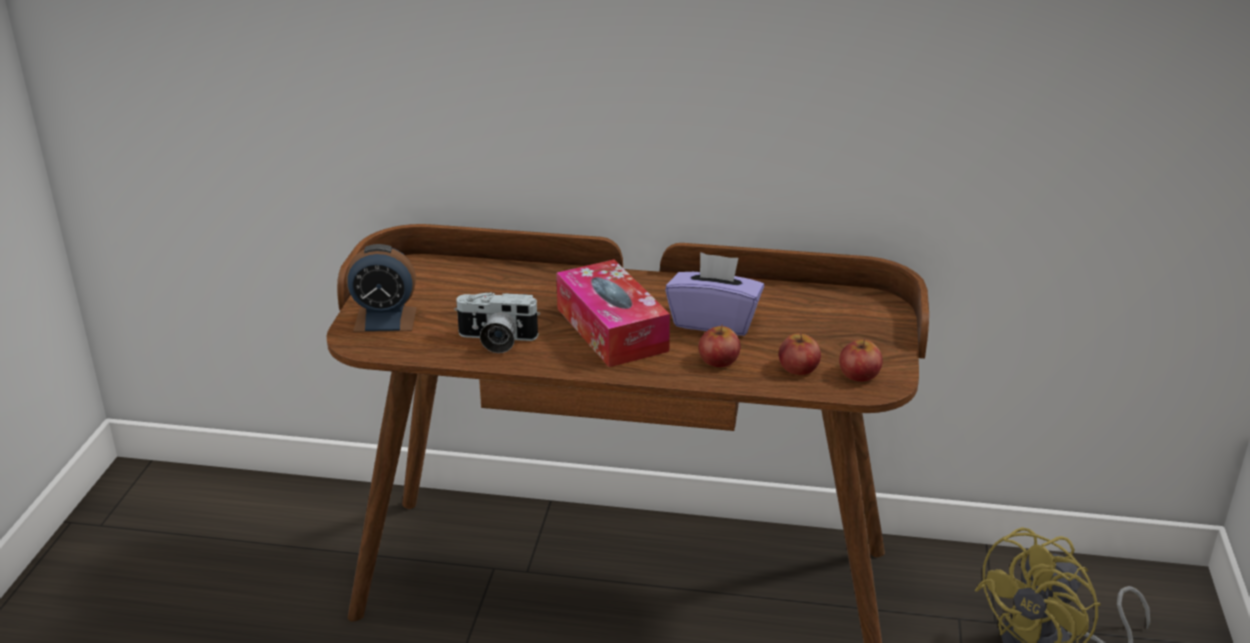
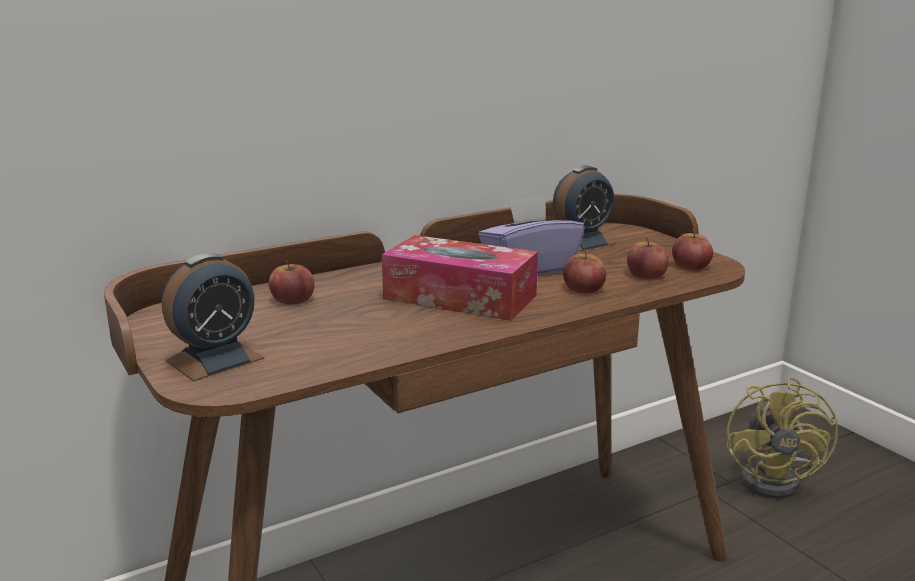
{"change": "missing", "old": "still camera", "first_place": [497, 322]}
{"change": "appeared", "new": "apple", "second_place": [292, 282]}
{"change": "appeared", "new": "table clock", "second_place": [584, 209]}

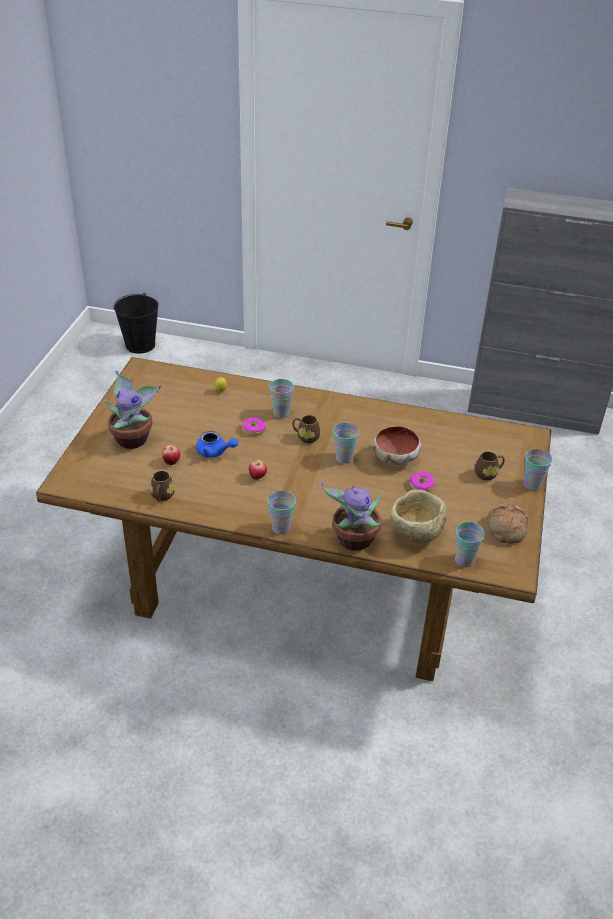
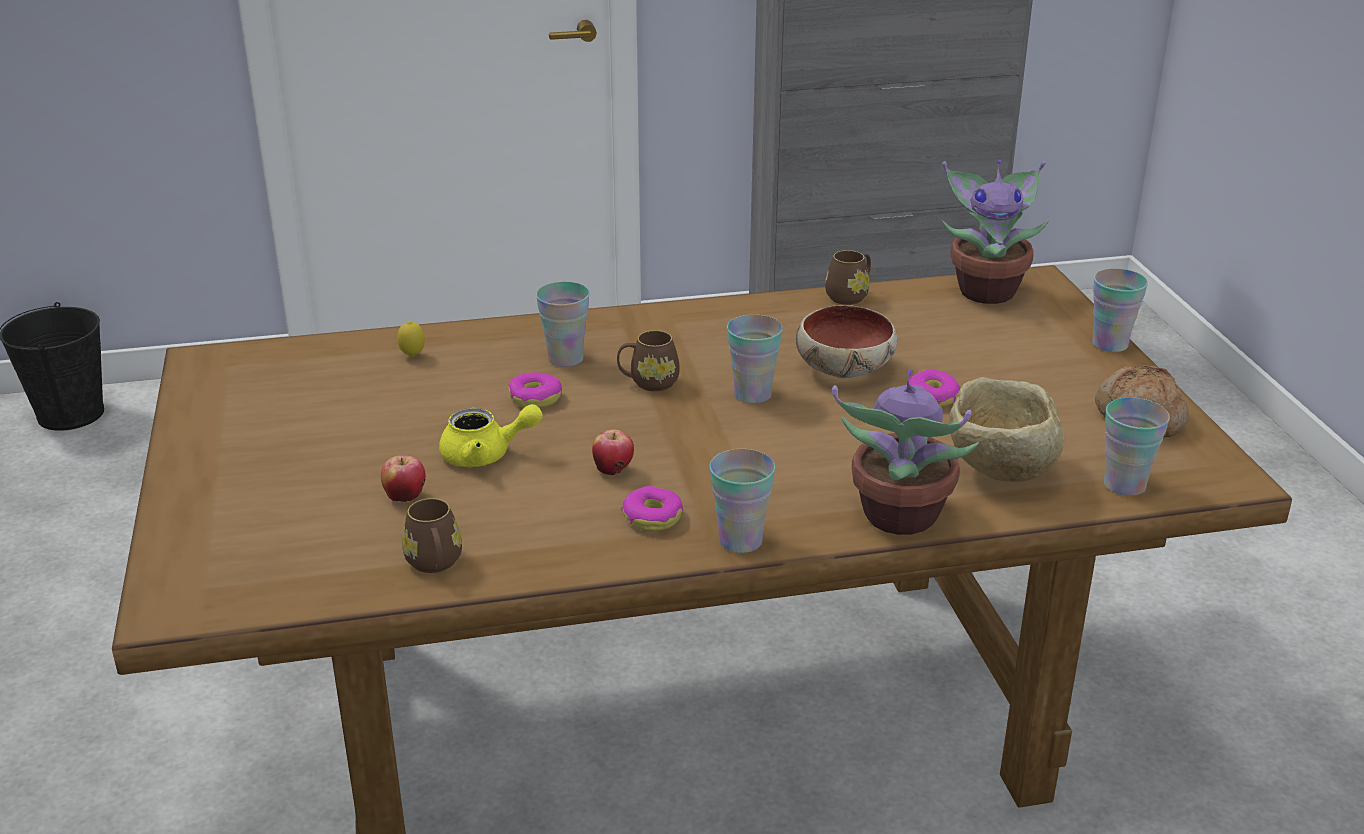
{"change": "relocated", "old": "plant in a pot", "first_place": [133, 409], "second_place": [995, 231]}
{"change": "colour", "old": "bluish pot for tea", "new": "yellowish pot for tea", "first_place": [217, 444], "second_place": [491, 435]}
{"change": "relocated", "old": "brown mug", "first_place": [489, 465], "second_place": [848, 277]}
{"change": "appeared", "new": "doughnut", "second_place": [652, 508]}

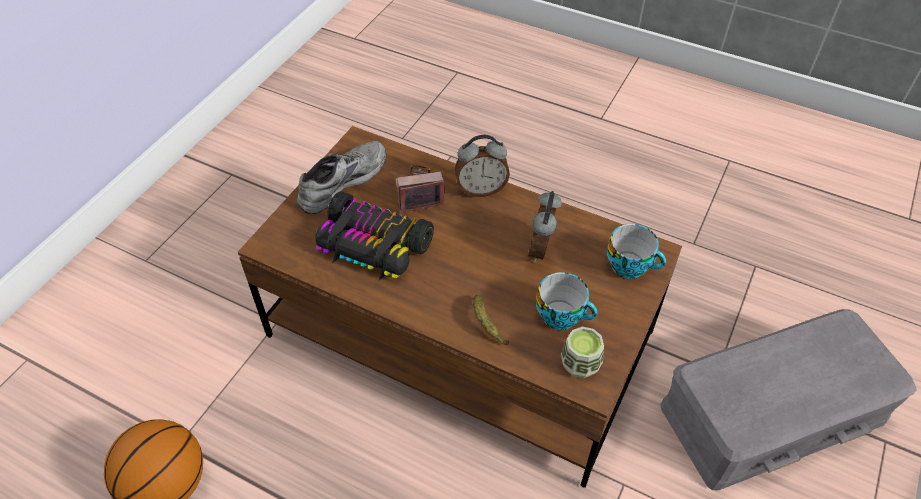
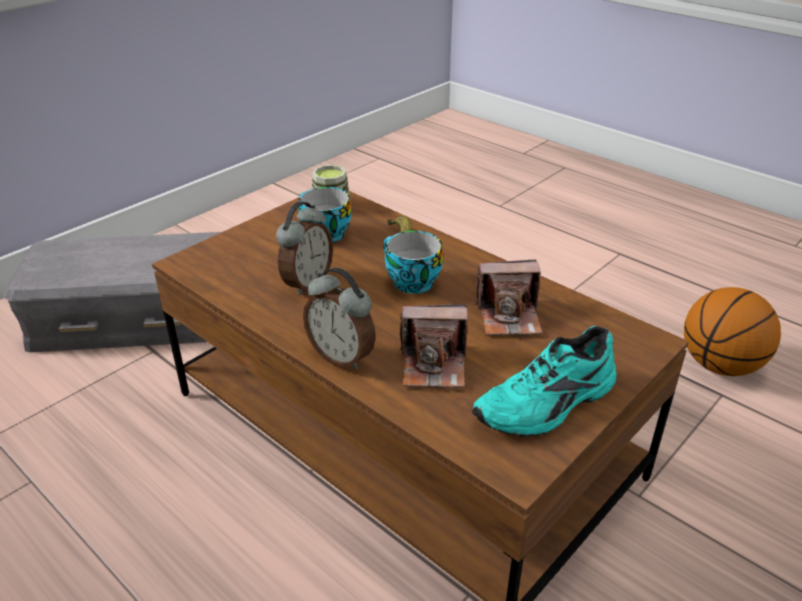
{"change": "colour", "old": "gray shoe", "new": "turquoise shoe", "first_place": [341, 177], "second_place": [544, 380]}
{"change": "exchanged", "old": "toy car", "new": "still camera", "first_place": [374, 236], "second_place": [508, 297]}
{"change": "spun", "old": "table clock", "first_place": [482, 166], "second_place": [339, 318], "degrees": -150}
{"change": "relocated", "old": "drinking cup", "first_place": [636, 251], "second_place": [413, 262]}

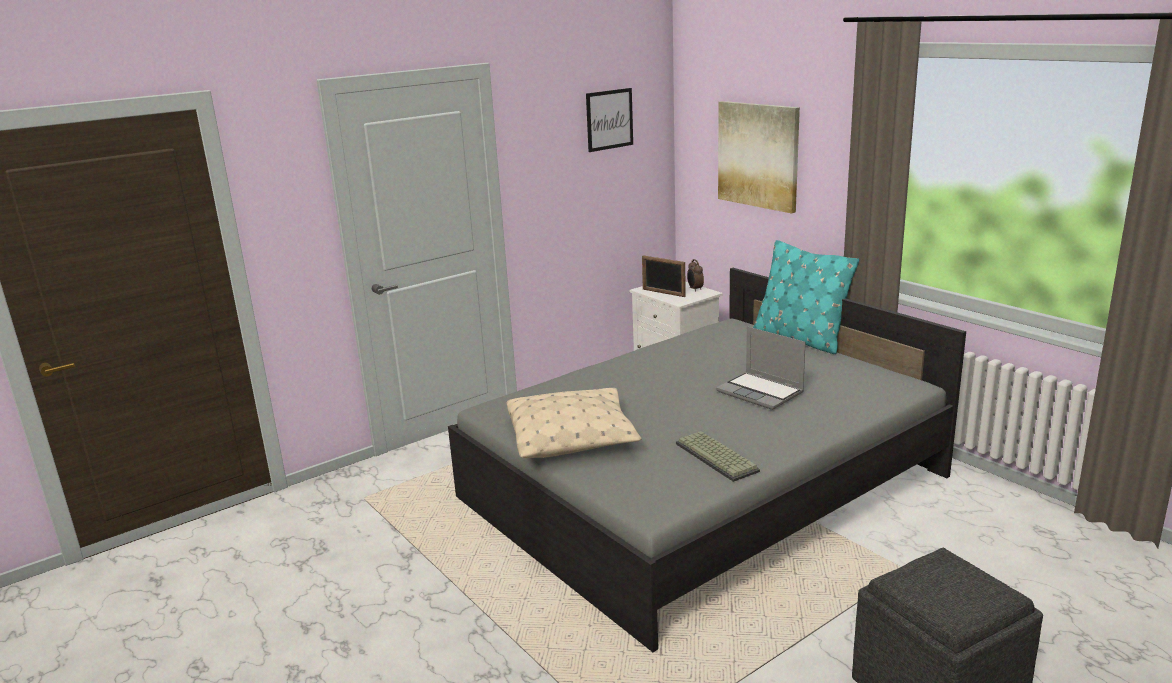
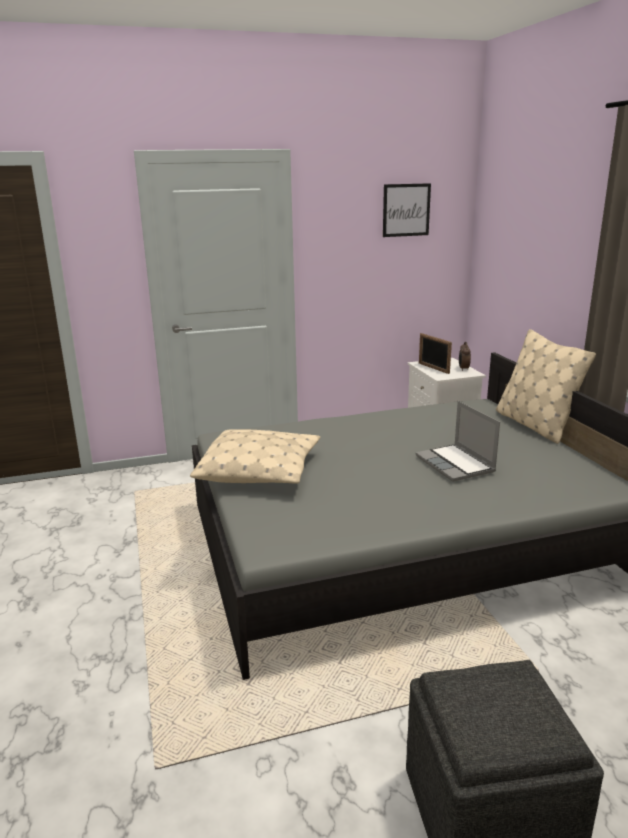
{"change": "missing", "old": "keyboard", "first_place": [718, 456]}
{"change": "missing", "old": "wall picture", "first_place": [759, 157]}
{"change": "colour", "old": "turquoise cushion", "new": "sand-coloured cushion", "first_place": [806, 297], "second_place": [546, 386]}

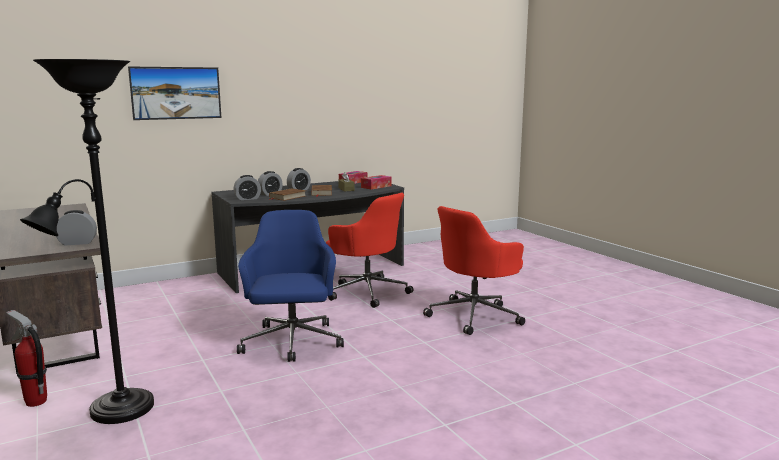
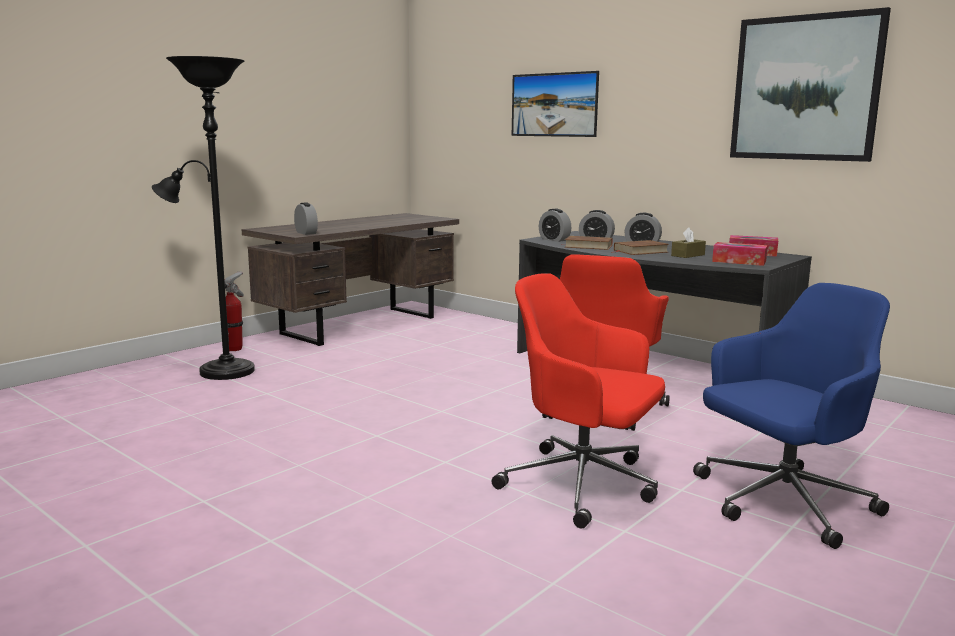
{"change": "relocated", "old": "bluish computer chair", "first_place": [290, 286], "second_place": [791, 416]}
{"change": "appeared", "new": "wall picture", "second_place": [810, 84]}

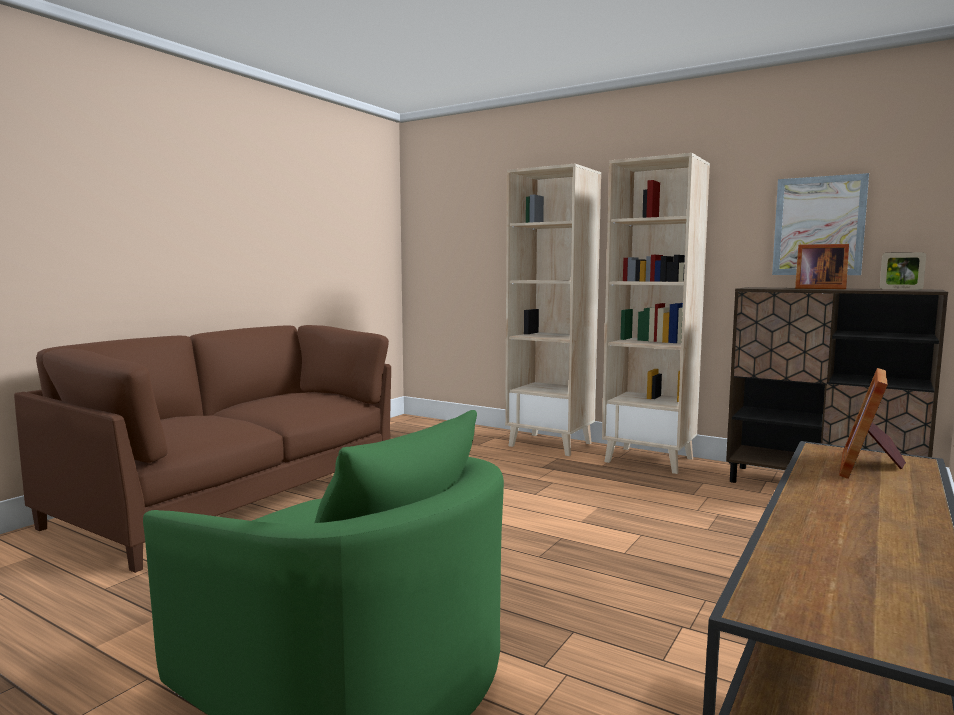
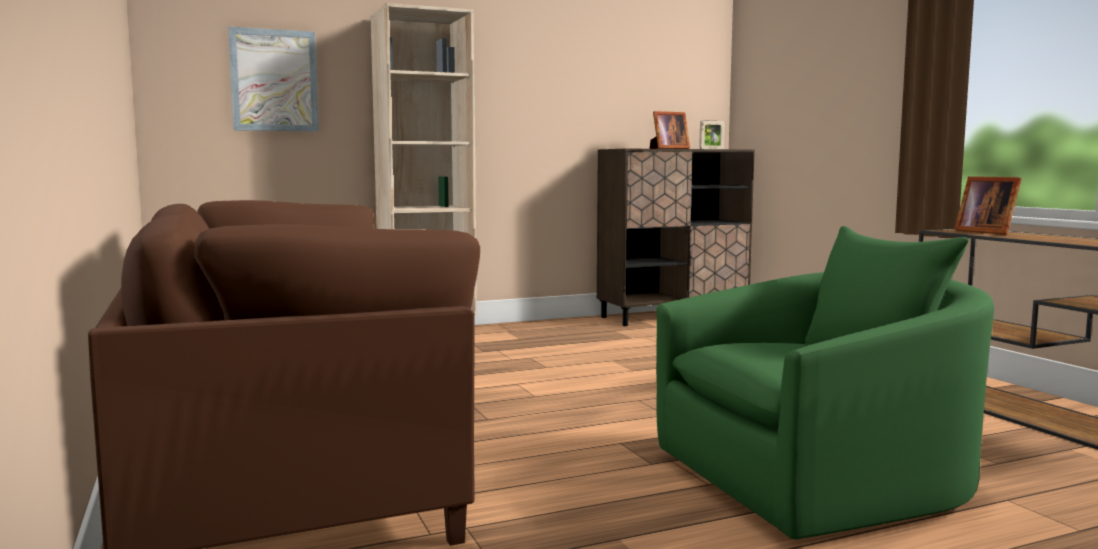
{"change": "missing", "old": "sand-coloured shelving unit", "first_place": [656, 313]}
{"change": "relocated", "old": "wall picture", "first_place": [820, 224], "second_place": [273, 79]}

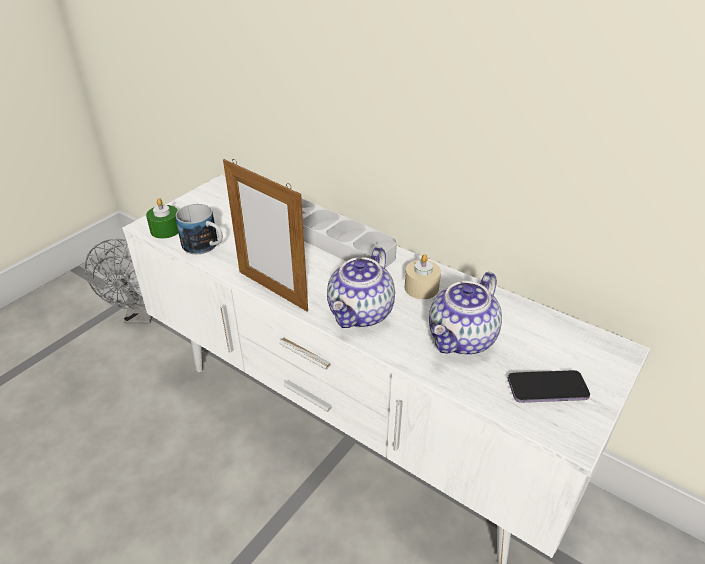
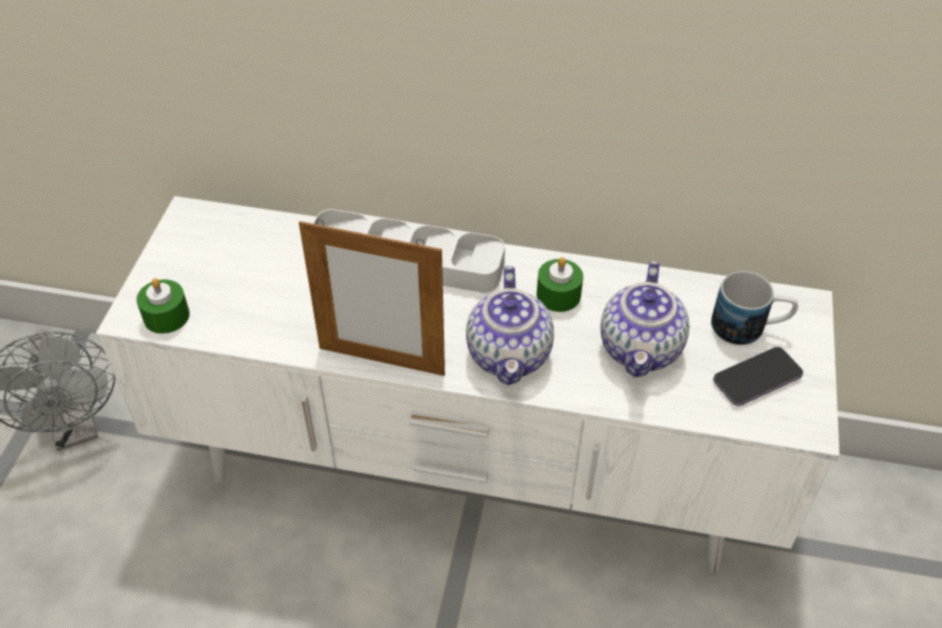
{"change": "relocated", "old": "mug", "first_place": [199, 229], "second_place": [754, 308]}
{"change": "colour", "old": "sand-coloured wax light", "new": "greenish wax light", "first_place": [423, 276], "second_place": [560, 284]}

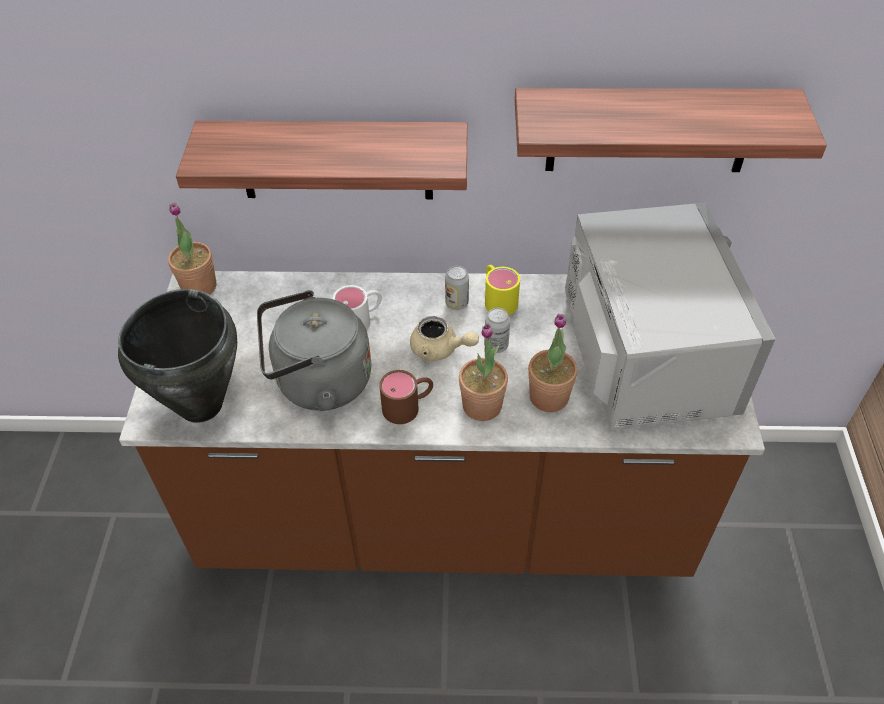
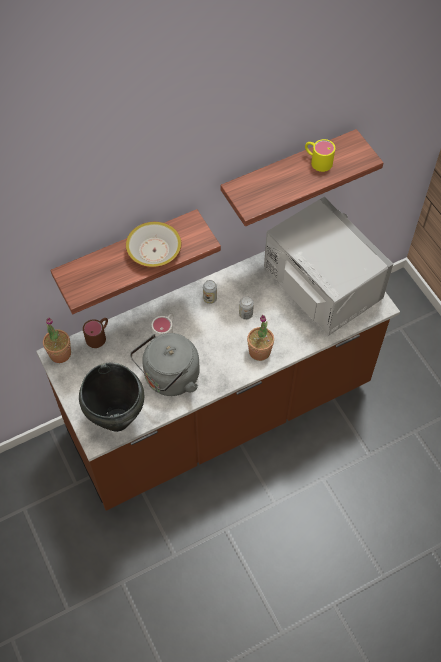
{"change": "relocated", "old": "brown mug", "first_place": [406, 397], "second_place": [95, 333]}
{"change": "missing", "old": "sand-coloured pot for tea", "first_place": [444, 339]}
{"change": "relocated", "old": "yellowish mug", "first_place": [502, 290], "second_place": [320, 155]}
{"change": "missing", "old": "plant in a pot", "first_place": [553, 363]}
{"change": "appeared", "new": "deep dish", "second_place": [154, 245]}

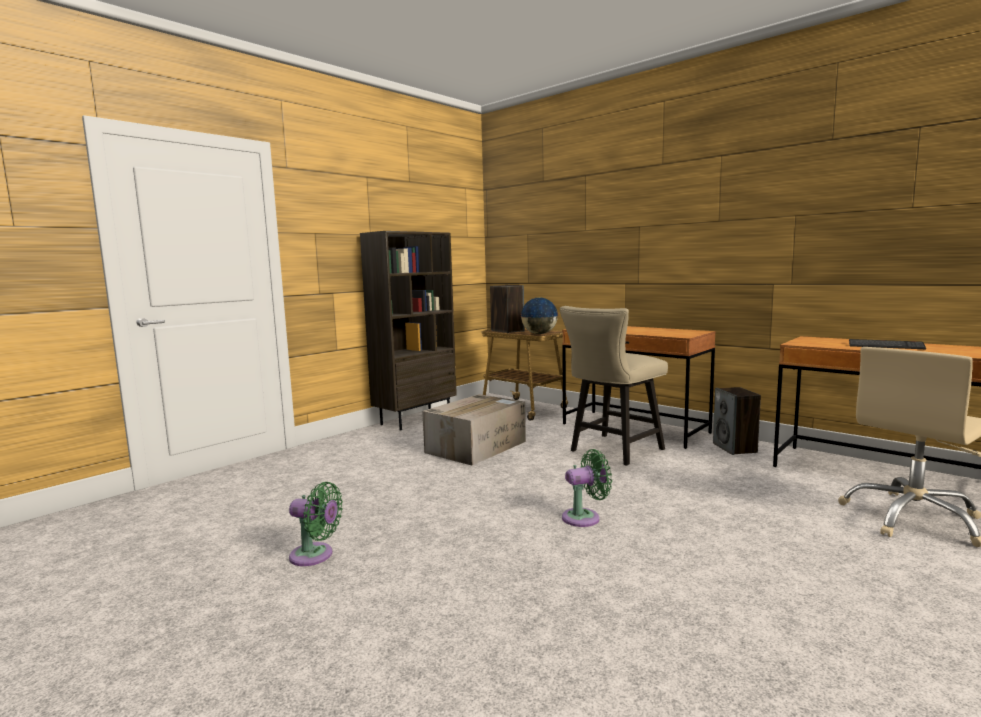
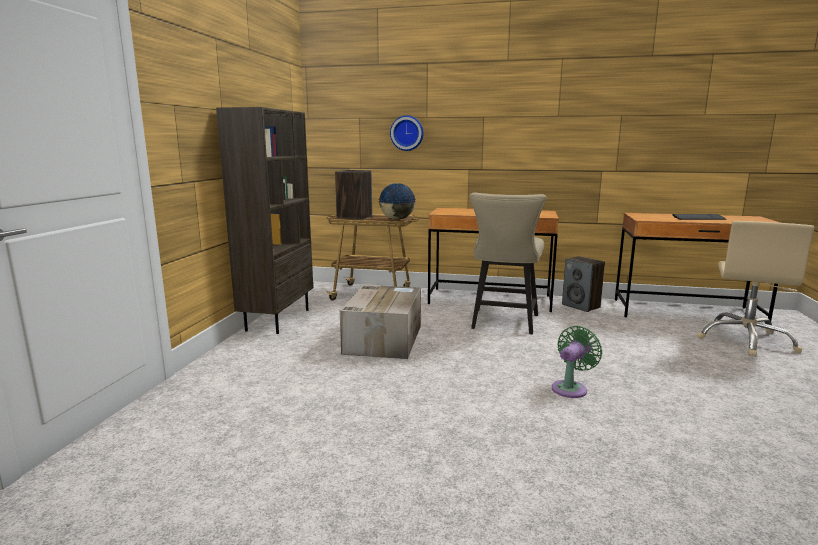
{"change": "missing", "old": "greenish fan", "first_place": [316, 524]}
{"change": "appeared", "new": "wall clock", "second_place": [407, 133]}

